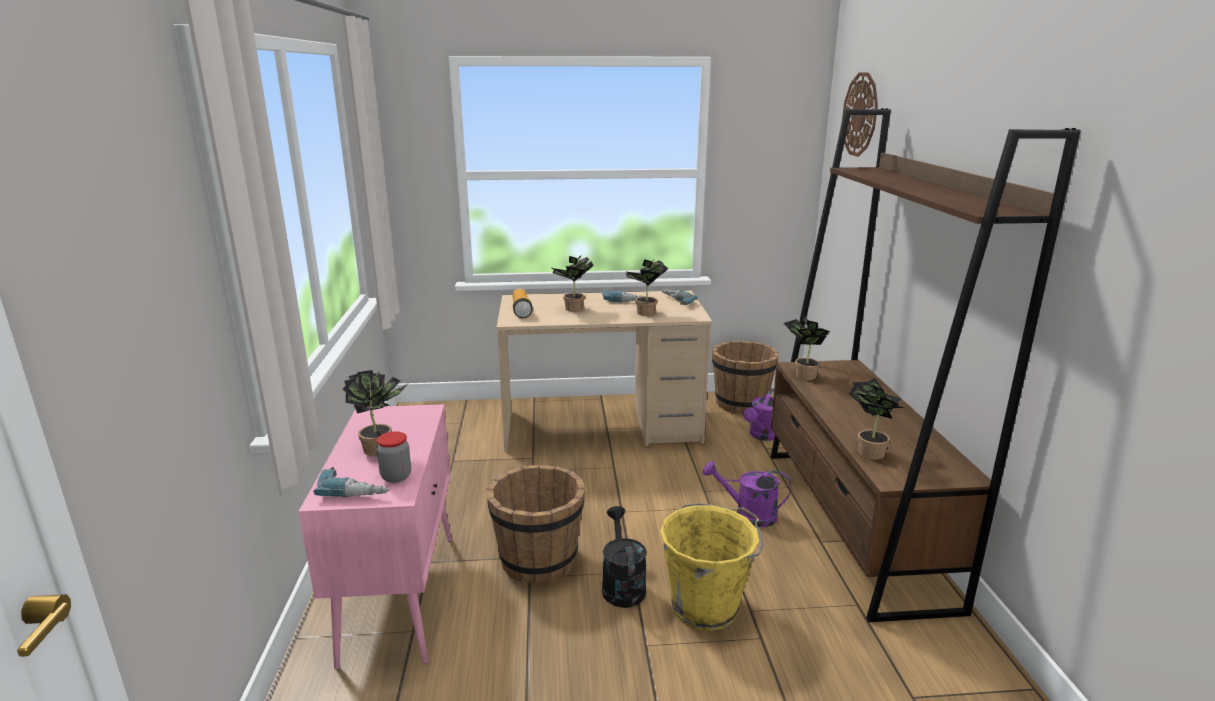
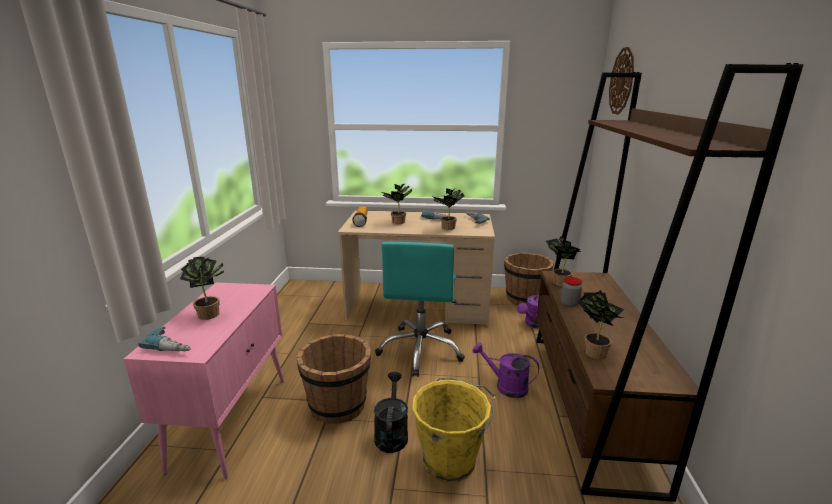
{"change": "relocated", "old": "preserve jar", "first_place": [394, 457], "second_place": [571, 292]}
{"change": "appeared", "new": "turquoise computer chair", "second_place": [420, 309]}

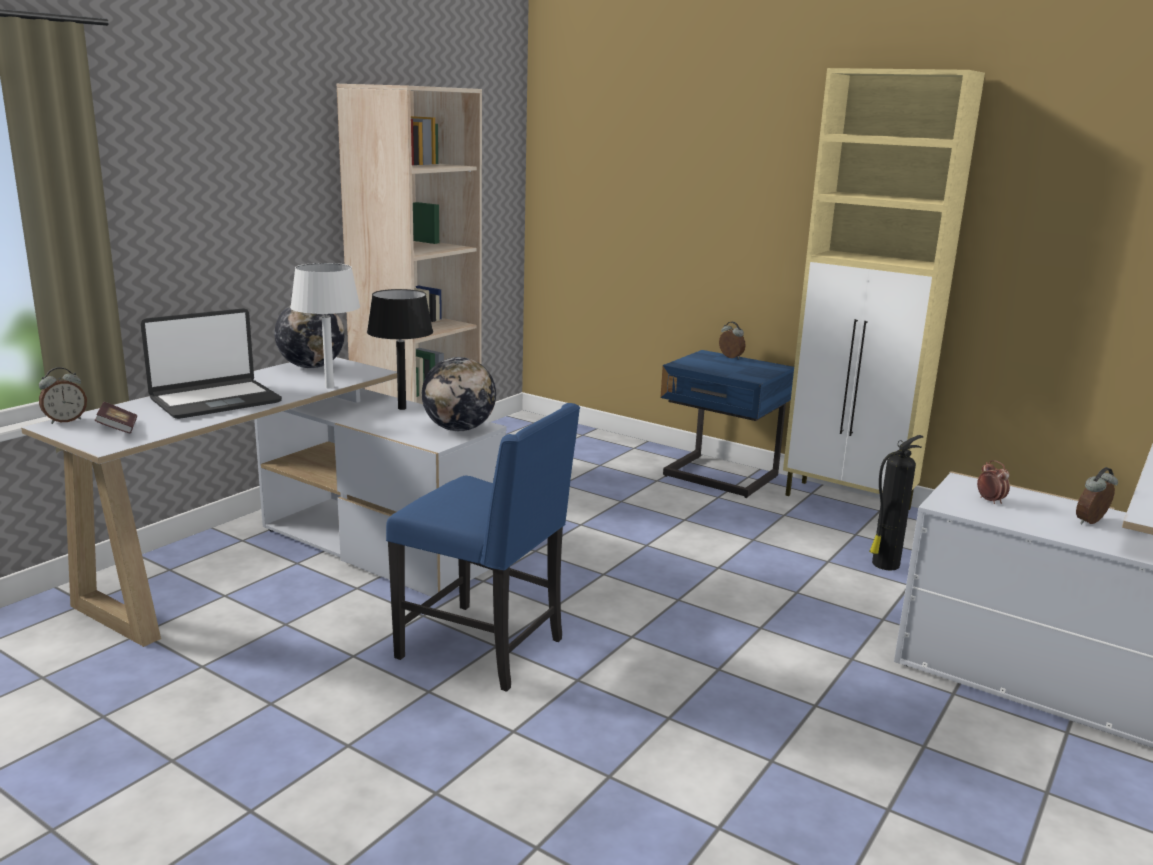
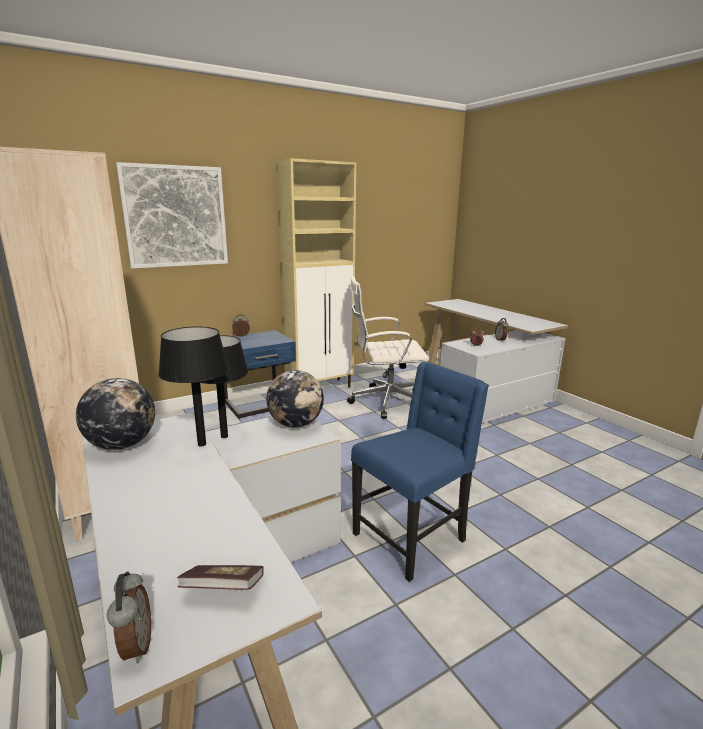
{"change": "missing", "old": "laptop", "first_place": [211, 363]}
{"change": "colour", "old": "white-coloured tabletop lamp", "new": "blackish tabletop lamp", "first_place": [325, 325], "second_place": [193, 386]}
{"change": "exchanged", "old": "extinguisher", "new": "white-coloured computer chair", "first_place": [896, 503], "second_place": [388, 347]}
{"change": "appeared", "new": "wall picture", "second_place": [172, 215]}

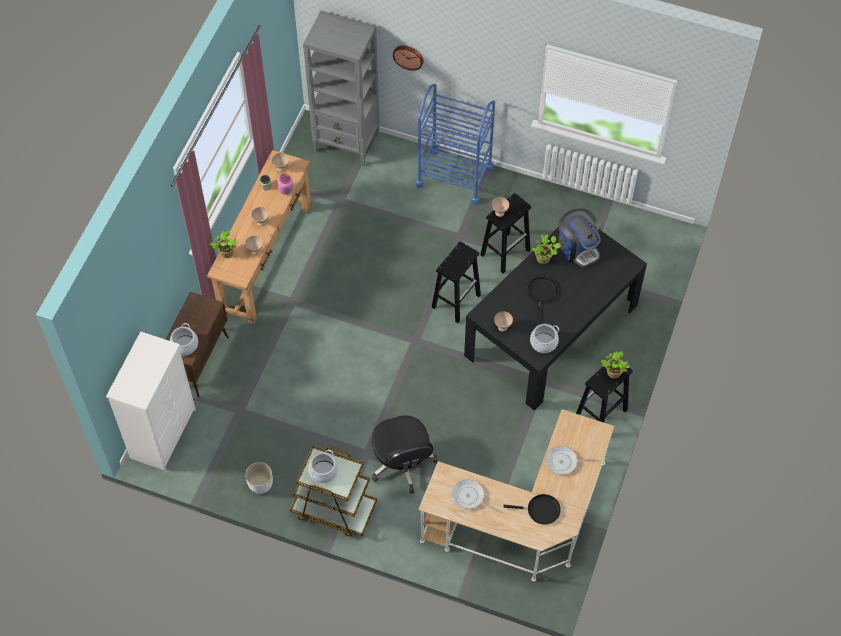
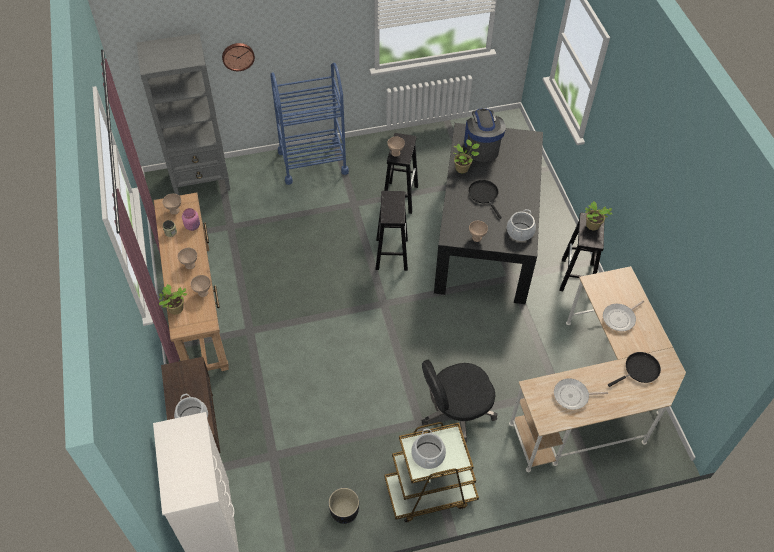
{"change": "colour", "old": "white-coloured plant pot", "new": "blackish plant pot", "first_place": [259, 478], "second_place": [343, 506]}
{"change": "spun", "old": "blackish computer chair", "first_place": [404, 454], "second_place": [460, 401], "degrees": 120}
{"change": "spun", "old": "coffee brewer", "first_place": [580, 237], "second_place": [485, 135], "degrees": -120}

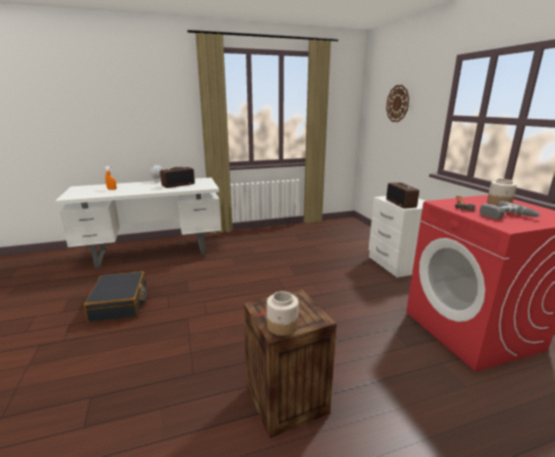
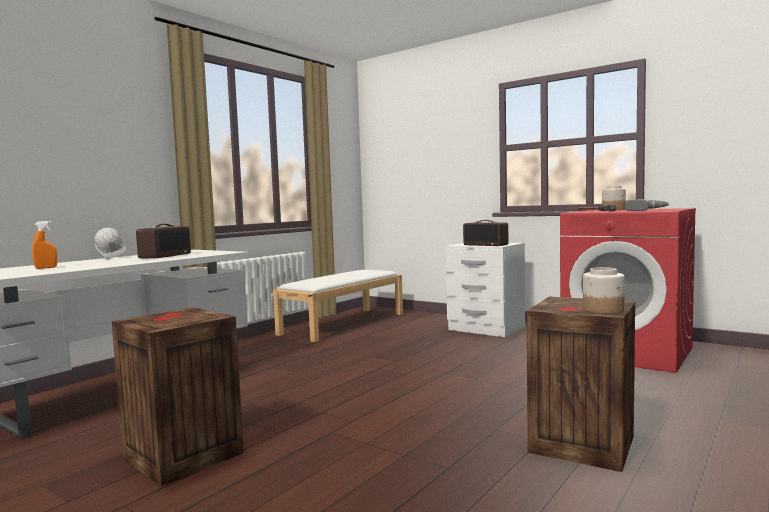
{"change": "exchanged", "old": "blackish travel case", "new": "crate", "first_place": [115, 296], "second_place": [178, 397]}
{"change": "missing", "old": "wall clock", "first_place": [397, 103]}
{"change": "appeared", "new": "white-coloured long seat", "second_place": [338, 306]}

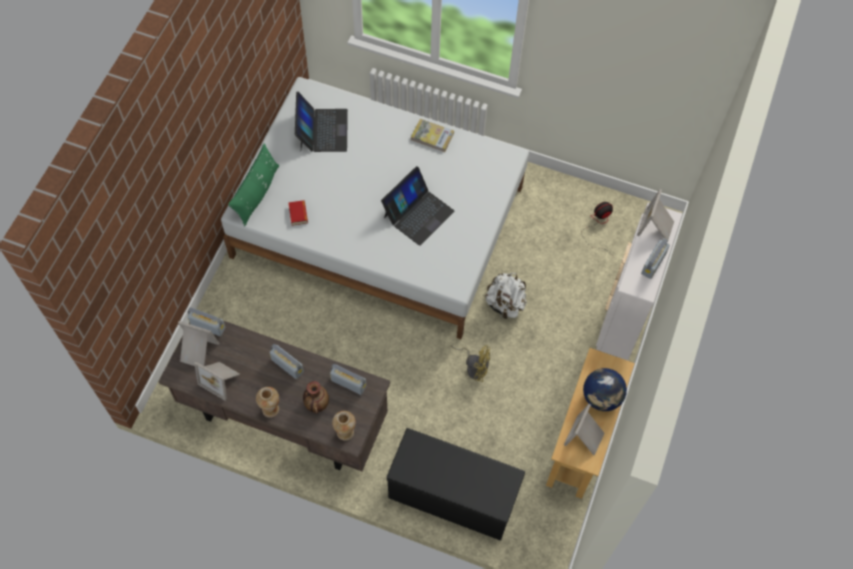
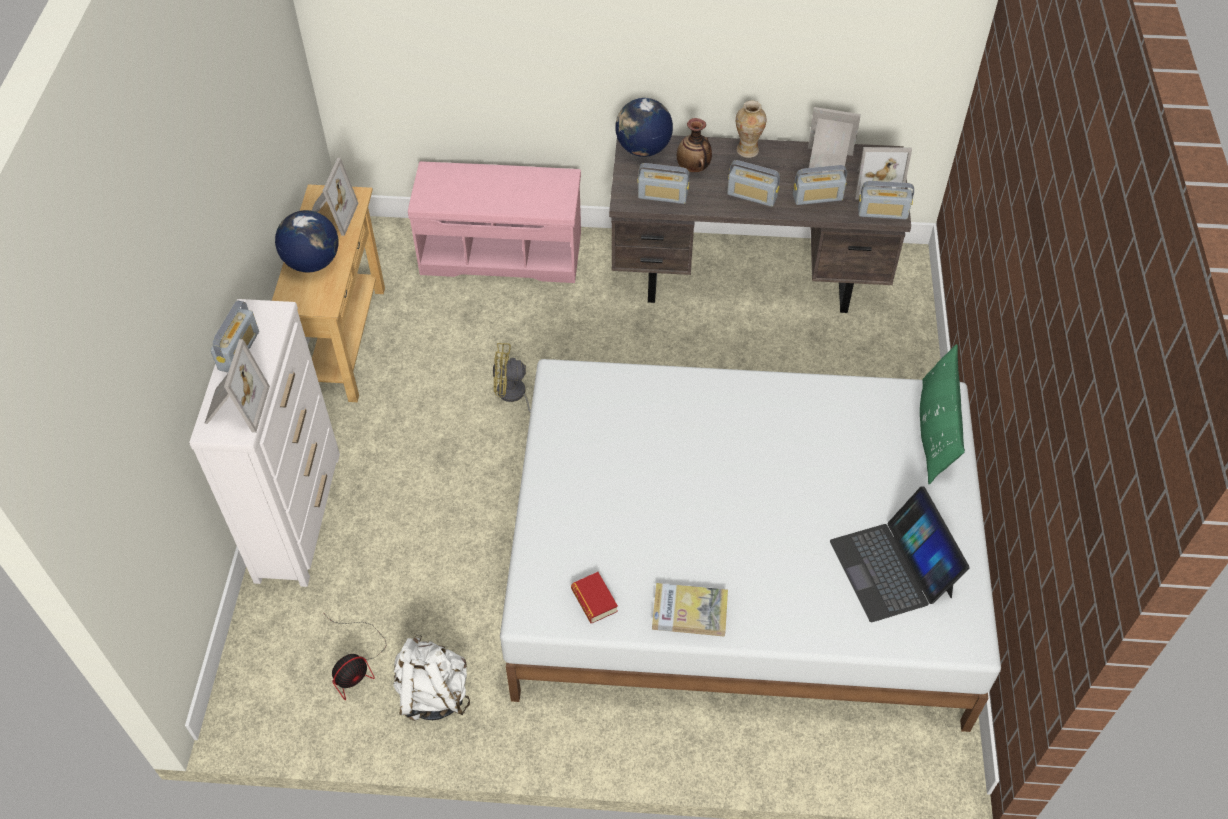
{"change": "relocated", "old": "volume", "first_place": [298, 213], "second_place": [594, 597]}
{"change": "exchanged", "old": "vase", "new": "globe", "first_place": [344, 426], "second_place": [644, 127]}
{"change": "missing", "old": "laptop", "first_place": [417, 206]}
{"change": "colour", "old": "blackish long seat", "new": "pink-coloured long seat", "first_place": [456, 484], "second_place": [494, 222]}
{"change": "relocated", "old": "white-coloured rucksack", "first_place": [506, 296], "second_place": [431, 677]}
{"change": "appeared", "new": "radio receiver", "second_place": [820, 185]}

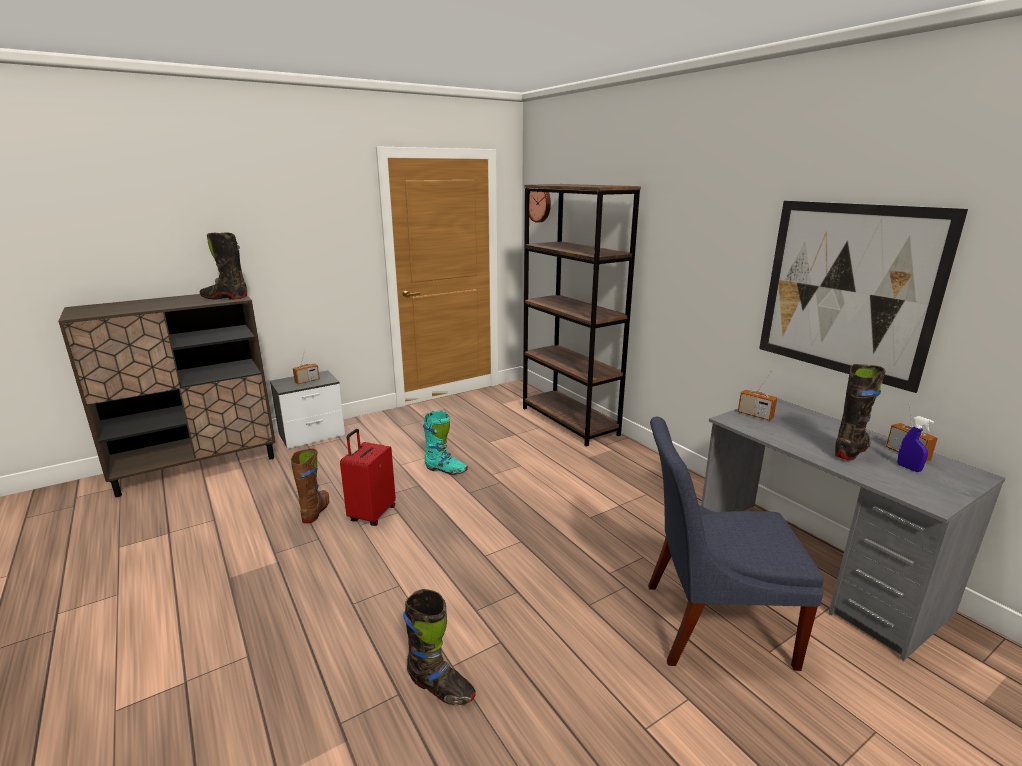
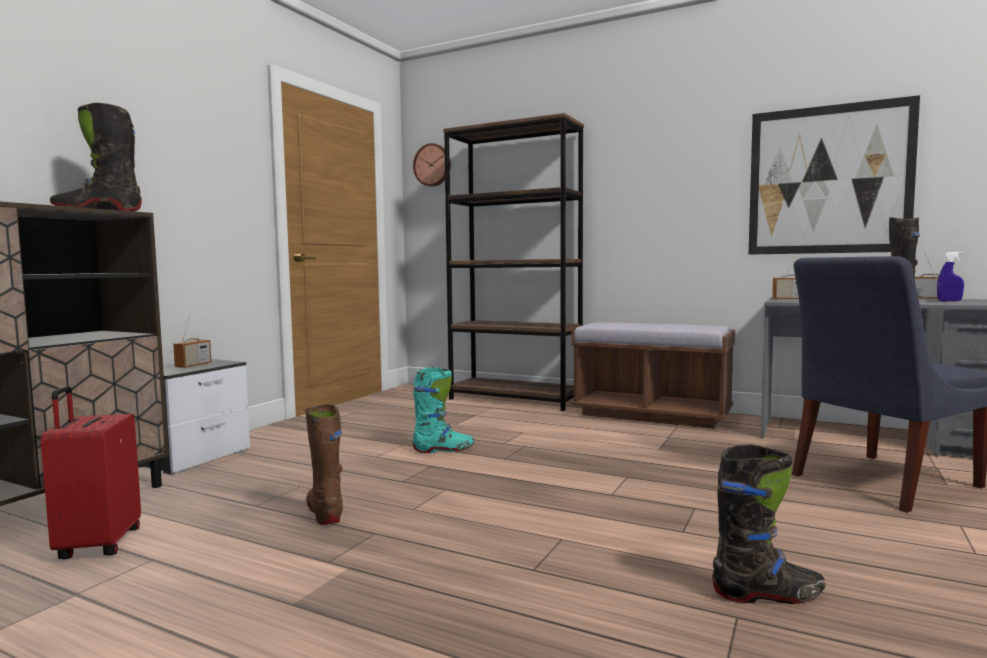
{"change": "relocated", "old": "reddish travel case", "first_place": [368, 477], "second_place": [91, 472]}
{"change": "appeared", "new": "brown long seat", "second_place": [653, 375]}

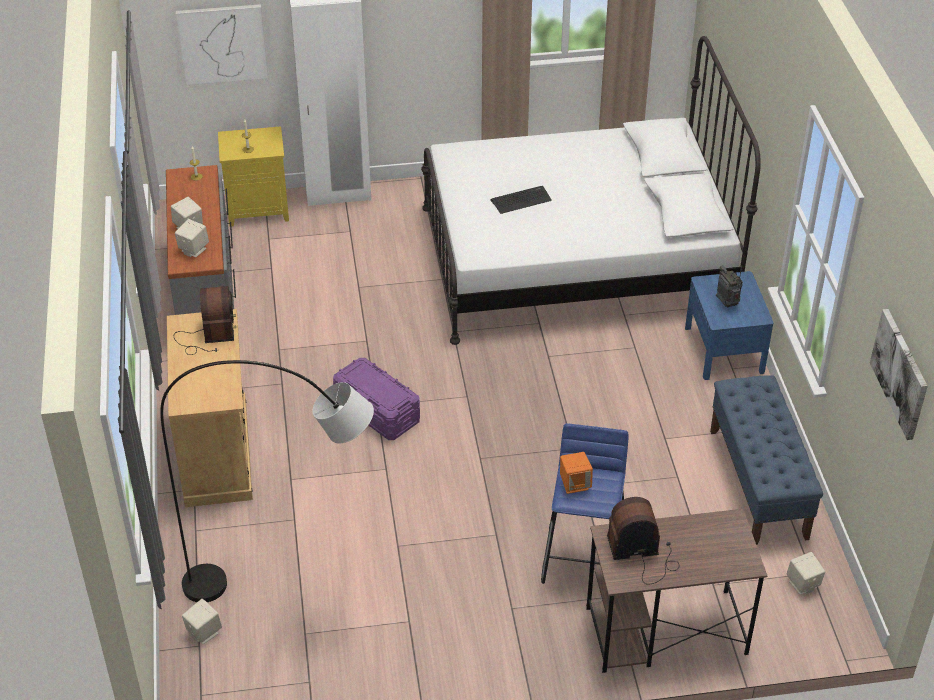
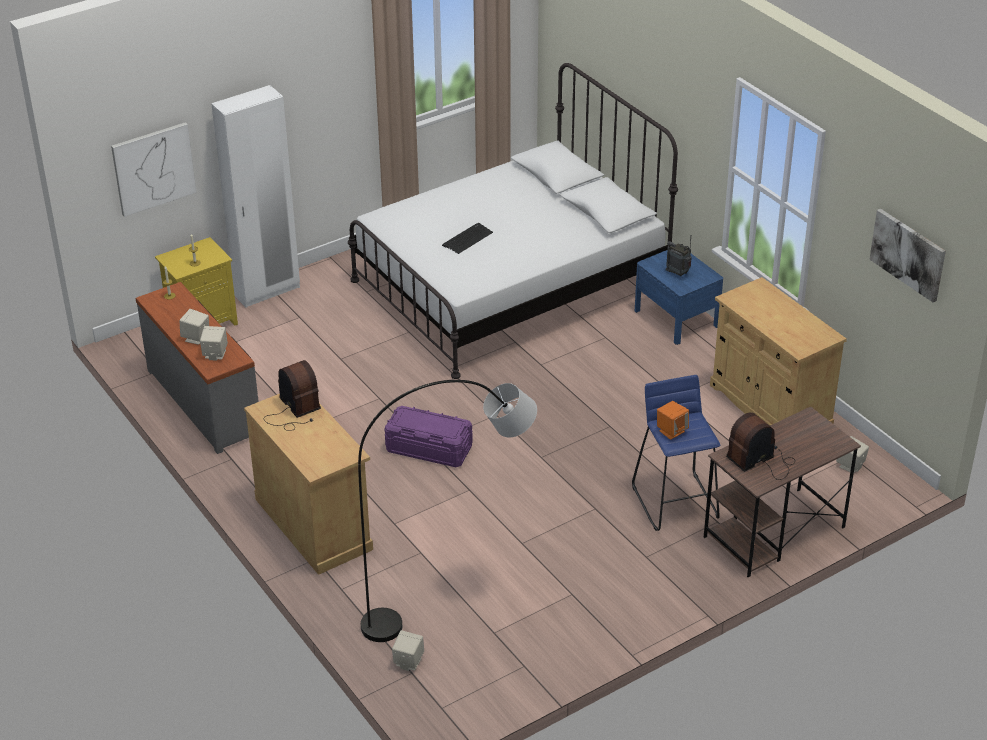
{"change": "exchanged", "old": "bluish long seat", "new": "sand-coloured storage cabinet", "first_place": [766, 460], "second_place": [778, 351]}

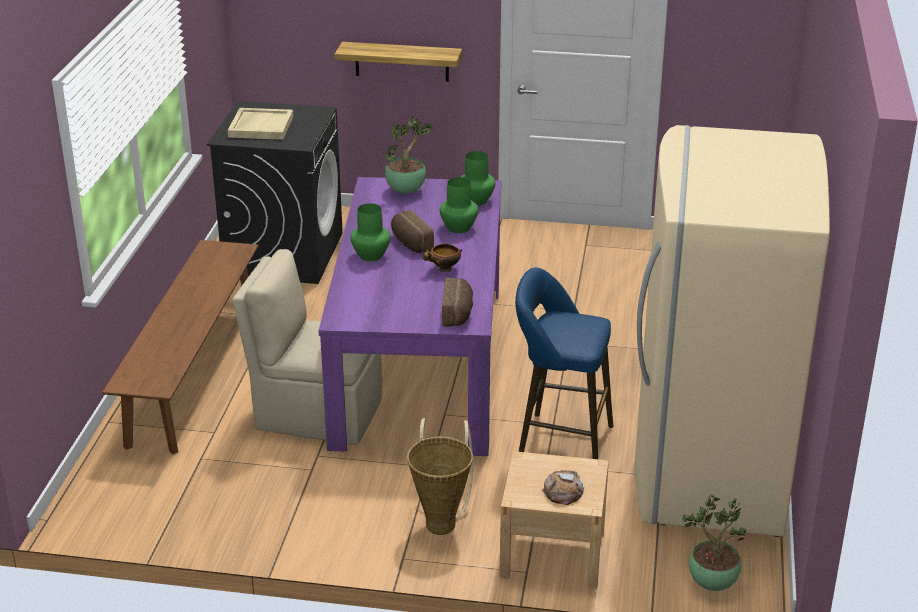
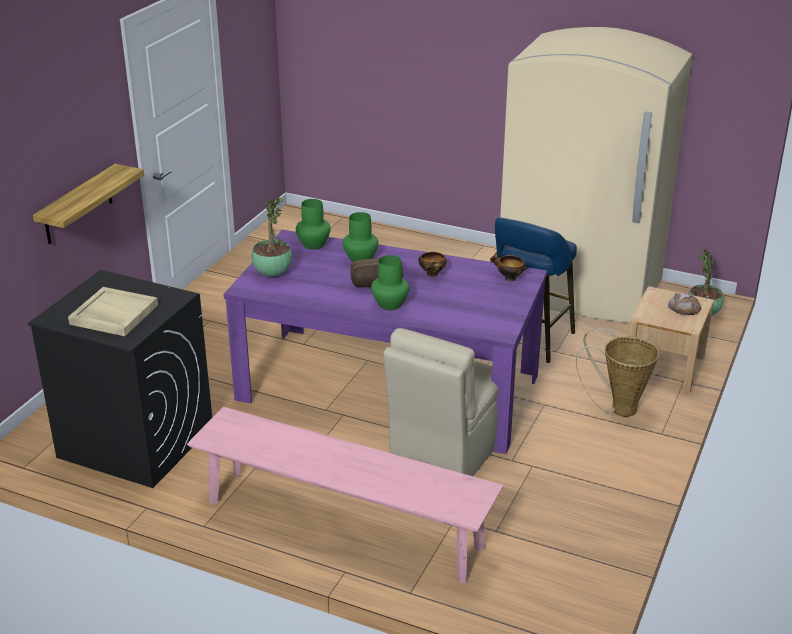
{"change": "colour", "old": "brown long seat", "new": "pink-coloured long seat", "first_place": [180, 347], "second_place": [345, 495]}
{"change": "exchanged", "old": "bread", "new": "deep dish", "first_place": [457, 301], "second_place": [509, 267]}

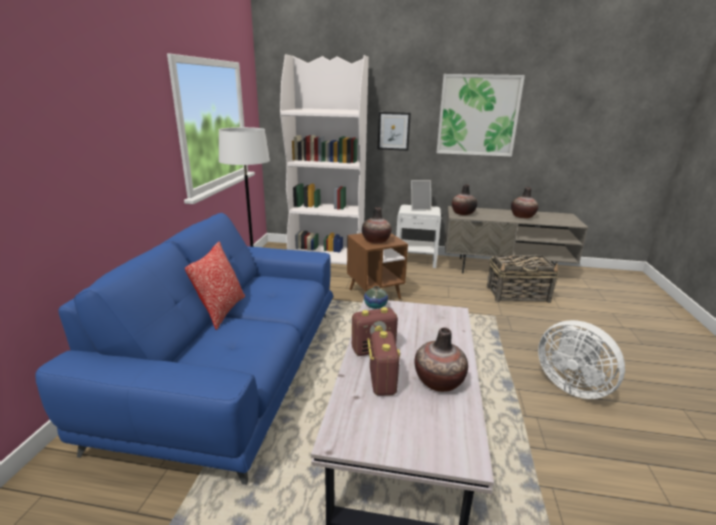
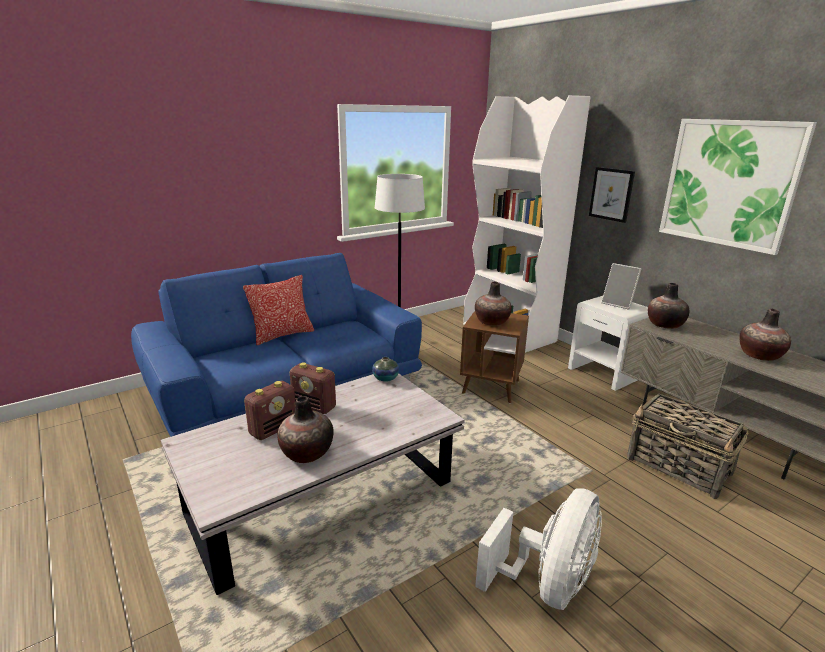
{"change": "spun", "old": "white-coloured fan", "first_place": [581, 359], "second_place": [538, 549], "degrees": -150}

